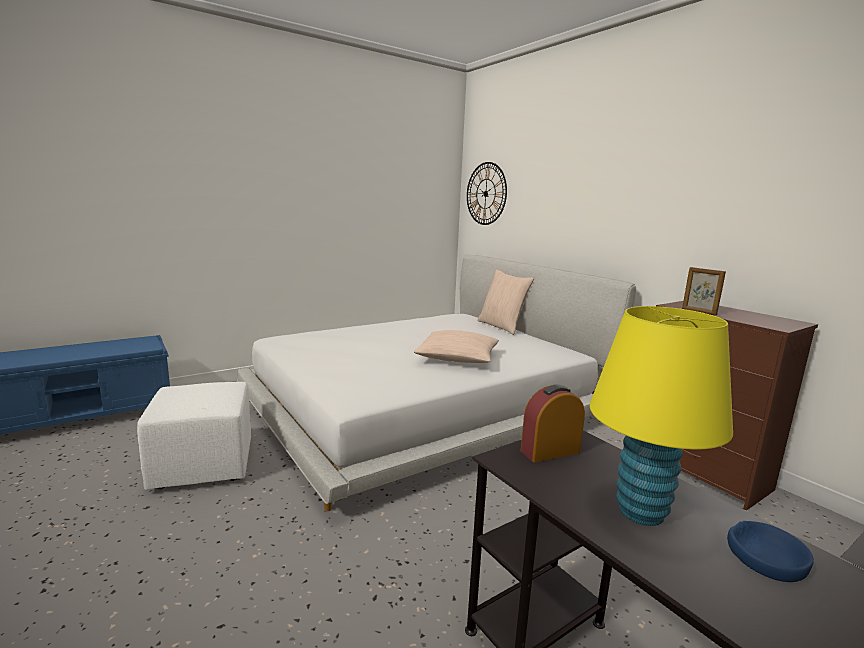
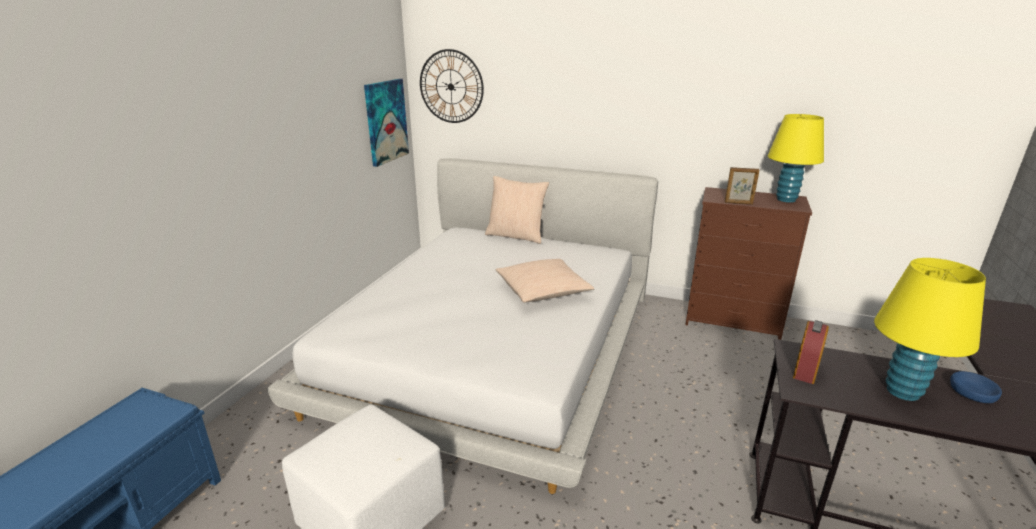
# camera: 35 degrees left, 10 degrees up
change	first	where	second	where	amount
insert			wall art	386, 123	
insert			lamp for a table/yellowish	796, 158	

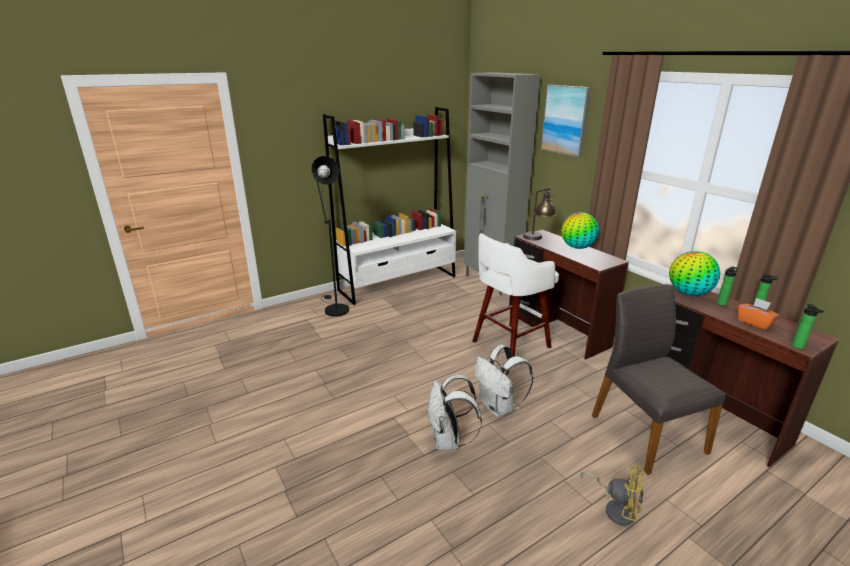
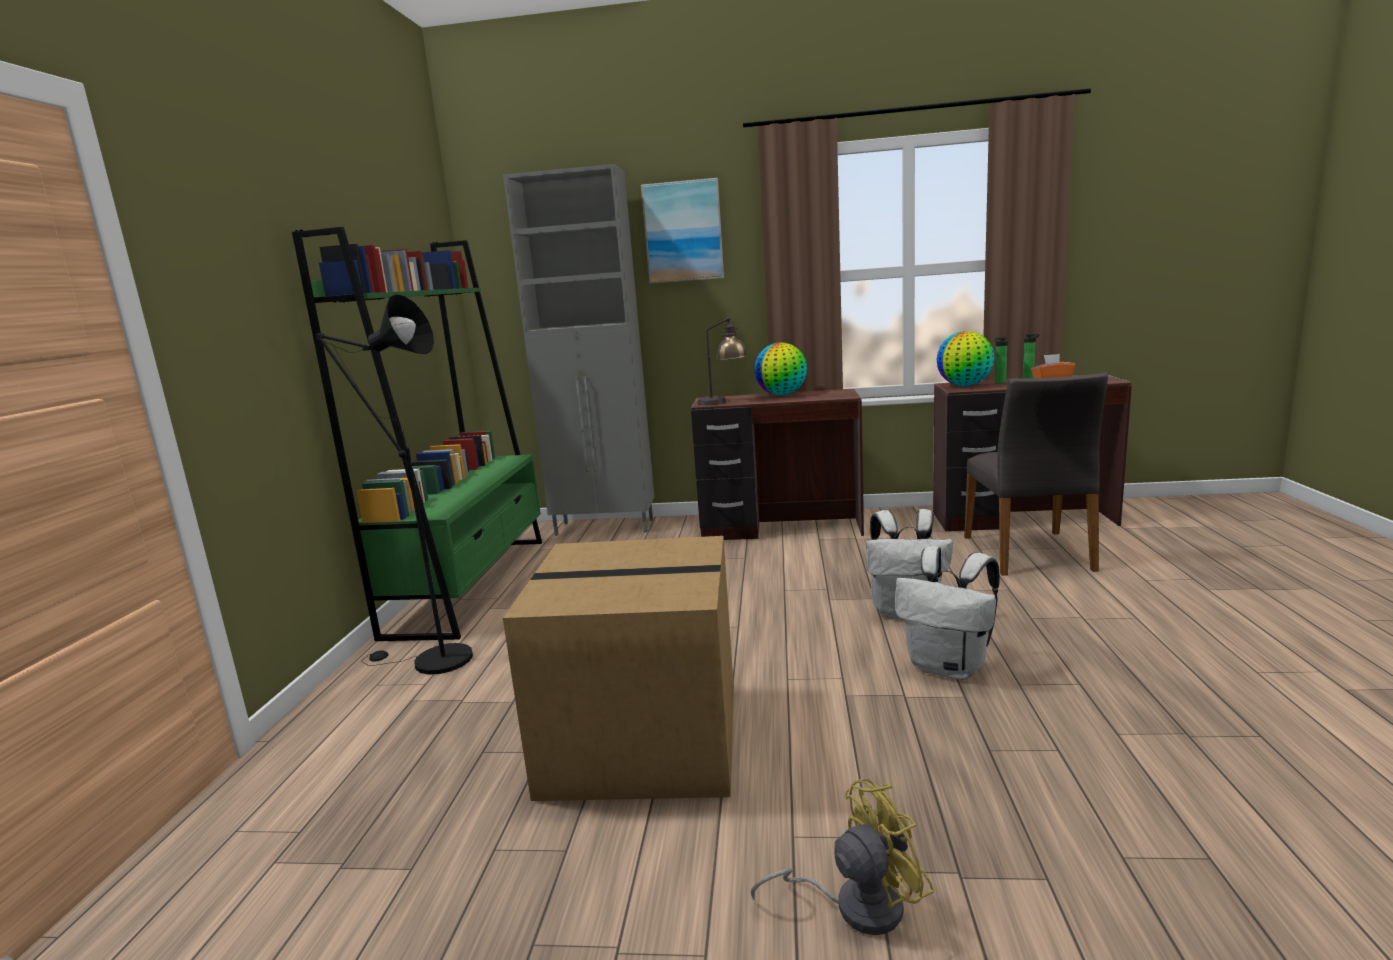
# camera: 50 degrees left, 10 degrees down
change	first	where	second	where	amount
recolor	bookcase/white	389, 206	bookcase/green	417, 434	
delete	sitting stool/white	515, 295			
rotate	upright chair/gray	659, 379		1036, 474	105 degrees counterclockwise
delete	beverage bottle	808, 326			
move	fan/yellowish	612, 495		843, 857	
insert			packing box	618, 668	

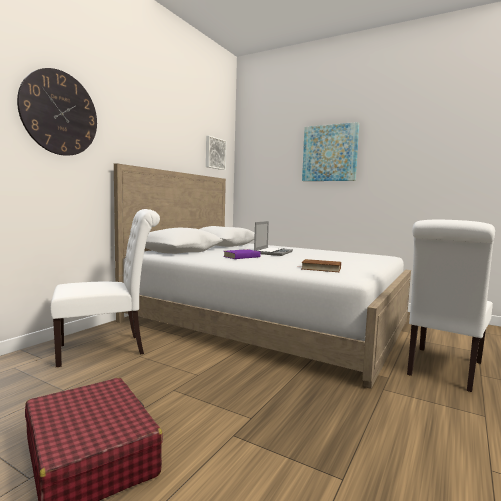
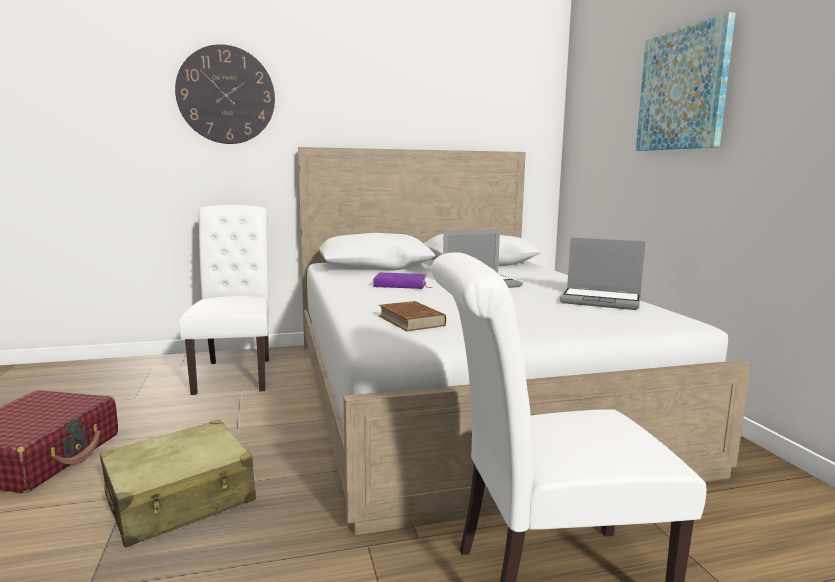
# camera: 45 degrees right, 5 degrees up
change	first	where	second	where	amount
delete	wall art	216, 153			
rotate	upright chair/white	105, 288		224, 300	120 degrees counterclockwise
insert			portable computer	603, 273	
insert			piece of luggage/sand-coloured	178, 484	

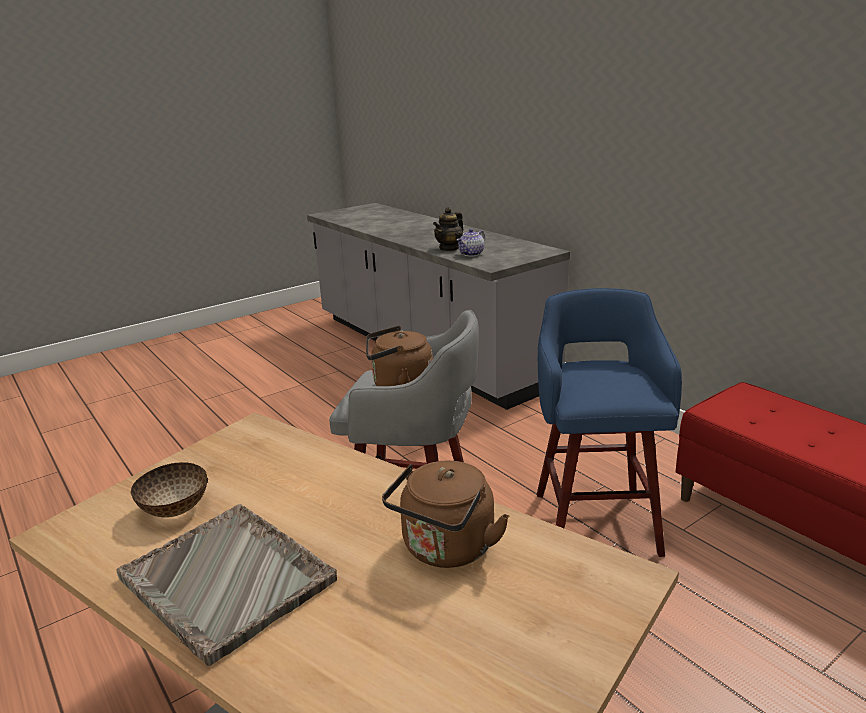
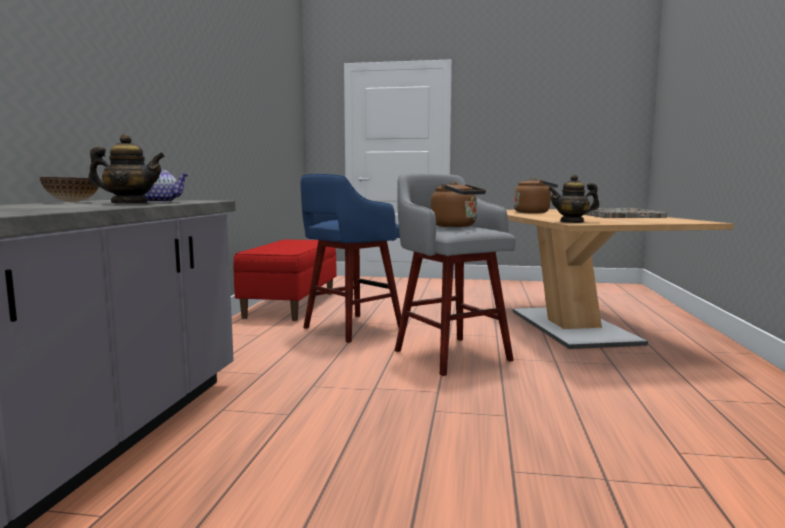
# camera: 135 degrees left, 15 degrees down
change	first	where	second	where	amount
move	deep dish	169, 490		70, 189	
insert			pot for tea	574, 198	

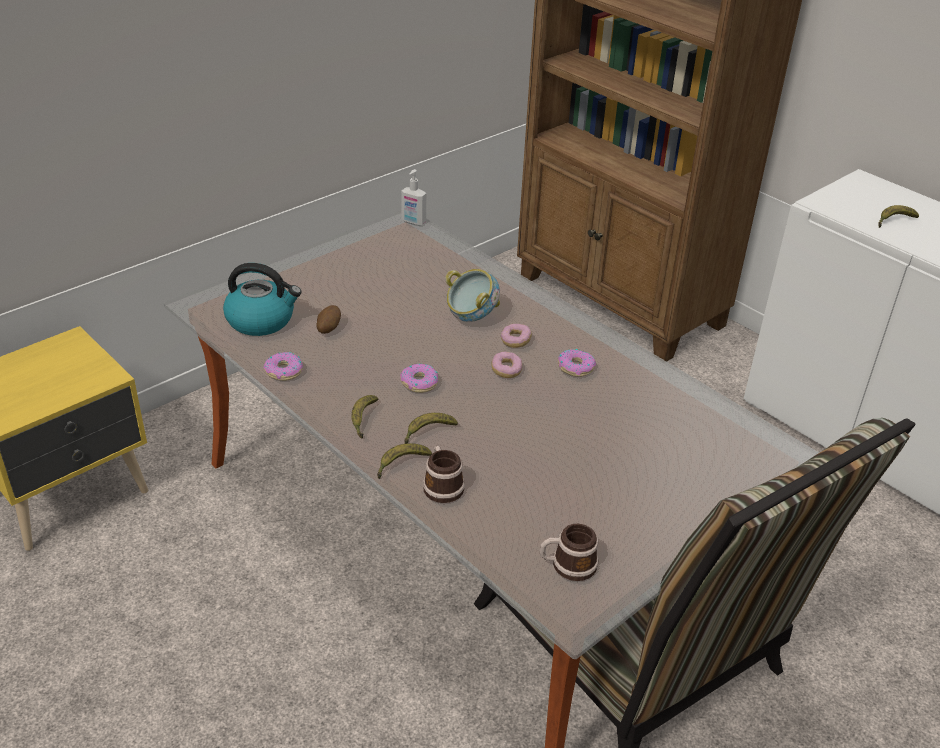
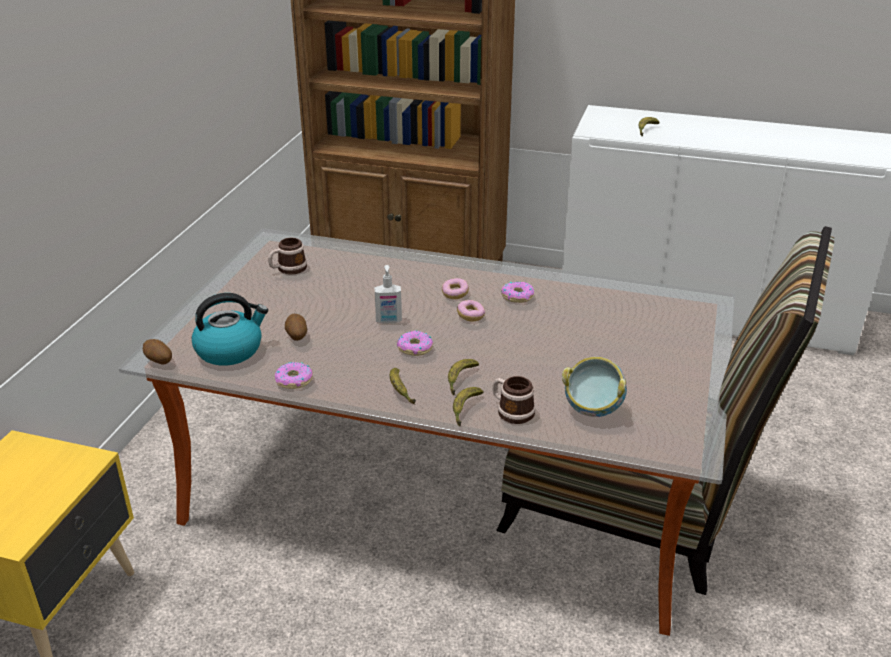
# camera: 30 degrees left, 5 degrees down
change	first	where	second	where	amount
move	soap bottle	413, 197		388, 294	
move	deep dish	472, 295		594, 387	
move	coffee mug	568, 552		287, 256	
insert			potato	157, 352	

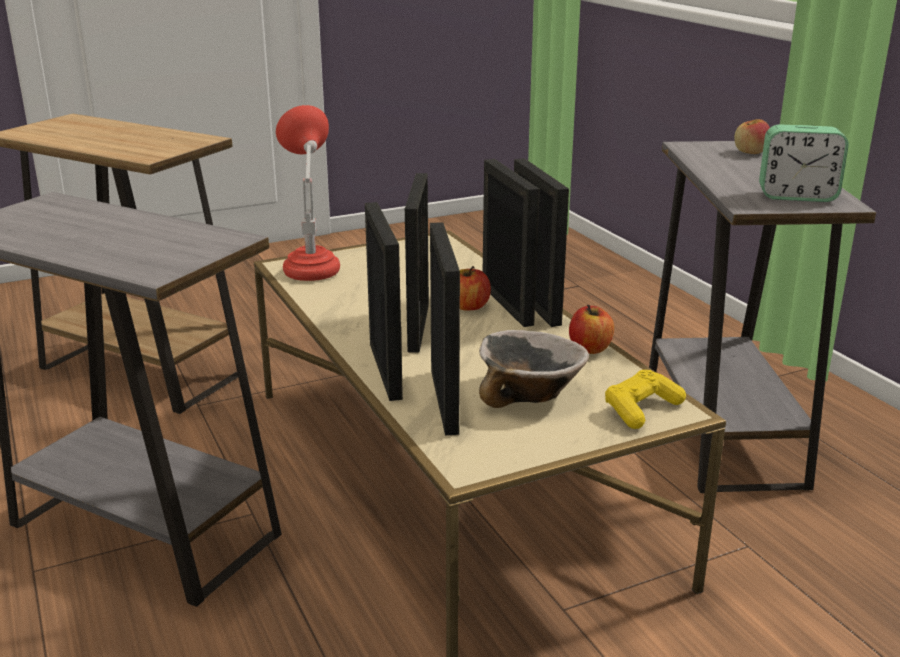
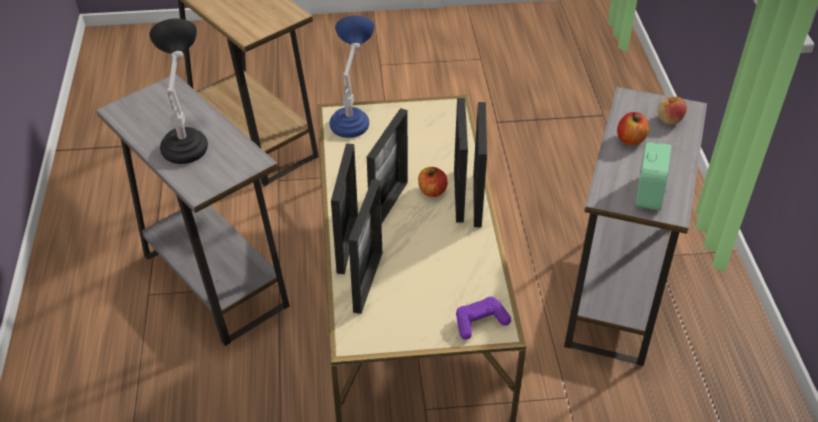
# camera: 20 degrees right, 20 degrees up
change	first	where	second	where	amount
recolor	lamp for a table/reddish	308, 193	lamp for a table/blue	352, 77	
rotate	alarm clock	804, 163		653, 176	105 degrees counterclockwise
move	apple fruit	591, 329		633, 129	
delete	deep dish	534, 369			
recolor	gamepad/yellowish	645, 399	gamepad/purple	483, 318	
insert			lamp for a table/black-coloured	178, 91	

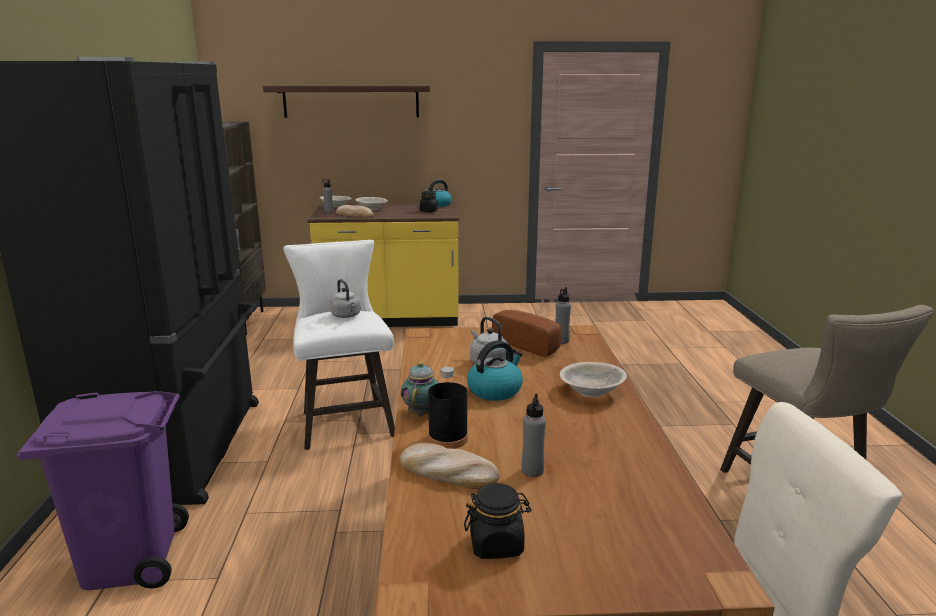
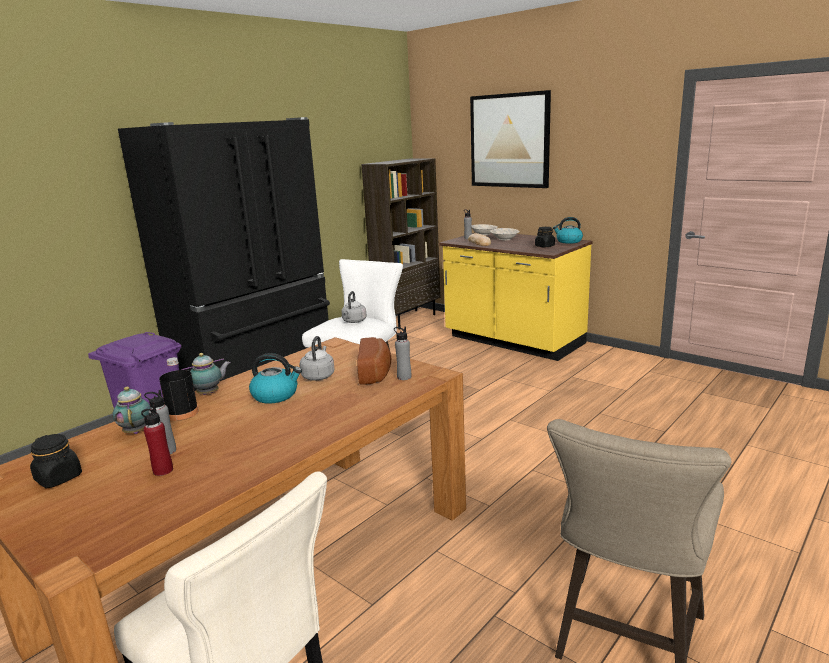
# camera: 45 degrees right, 0 degrees up
change	first	where	second	where	amount
replace	bracket shelf	346, 101	wall art	510, 139	
delete	deep dish/sand-coloured	593, 379			
replace	baked bread	449, 466	pot for tea	131, 410	
insert			beverage bottle/reddish	157, 440	

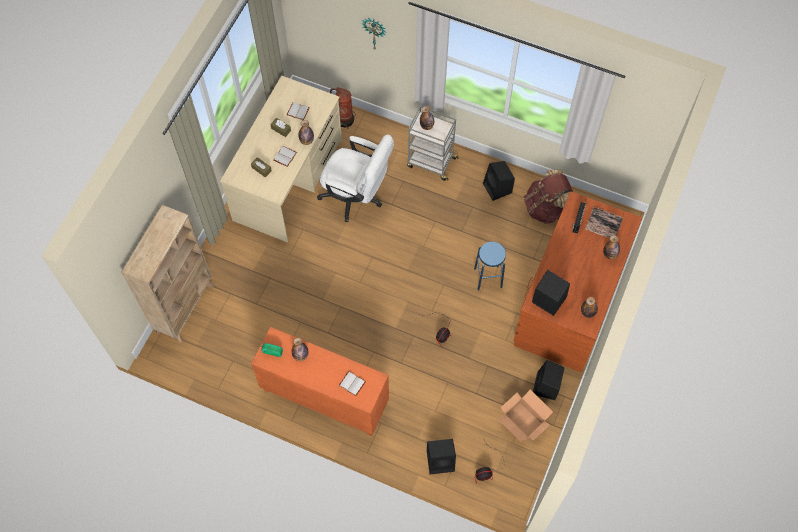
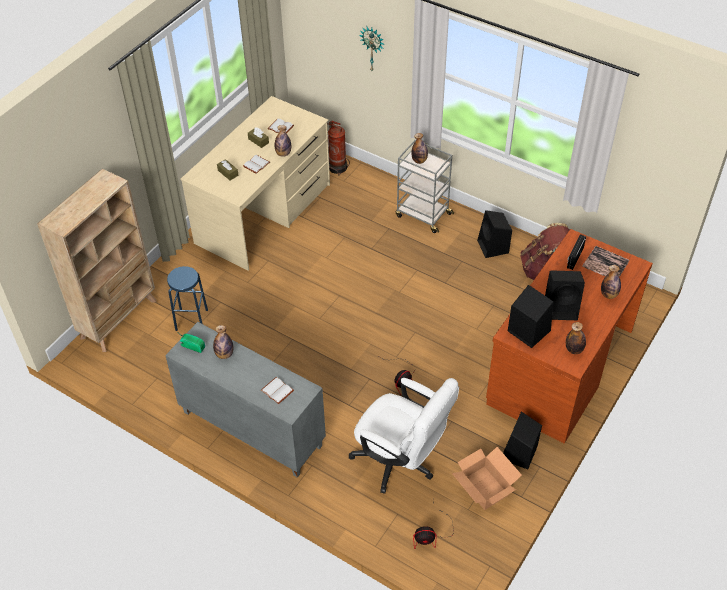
# camera: 10 degrees right, 15 degrees down
change	first	where	second	where	amount
move	office chair/white	355, 178		404, 436	
move	sitting stool/blue	490, 266		187, 298	
recolor	cabinet/orangey	320, 381	cabinet/gray	245, 400	
move	loudspeaker/black-coloured	441, 456		565, 295	

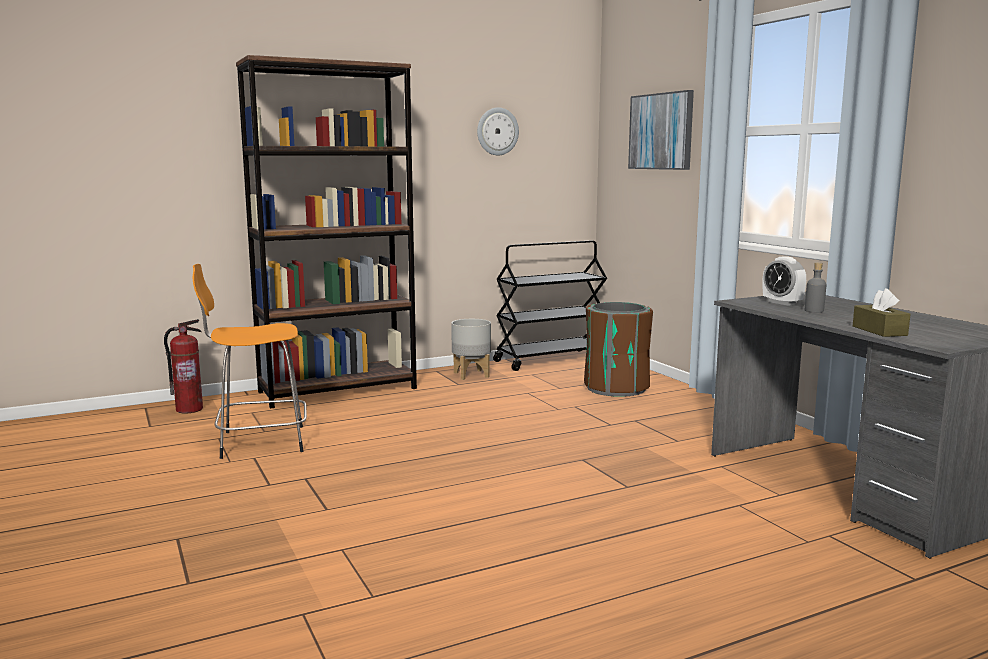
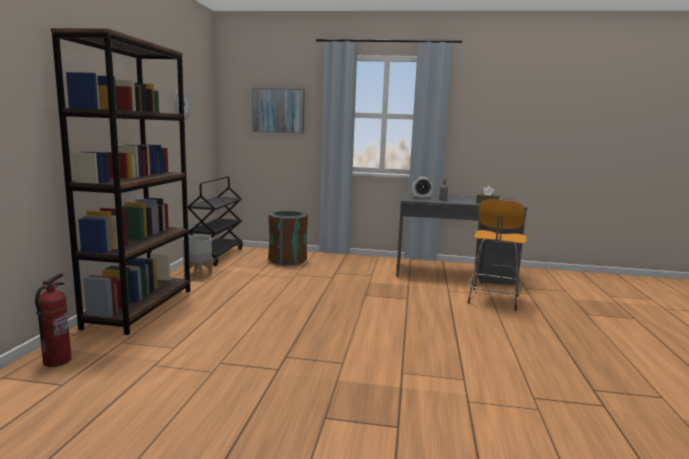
# camera: 55 degrees left, 0 degrees up
change	first	where	second	where	amount
move	sitting stool/orangey	250, 361		497, 255	

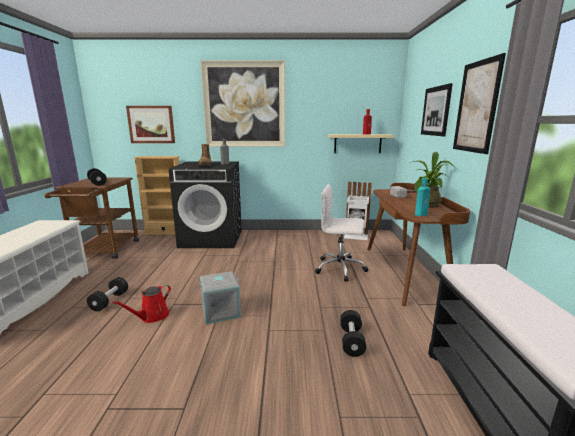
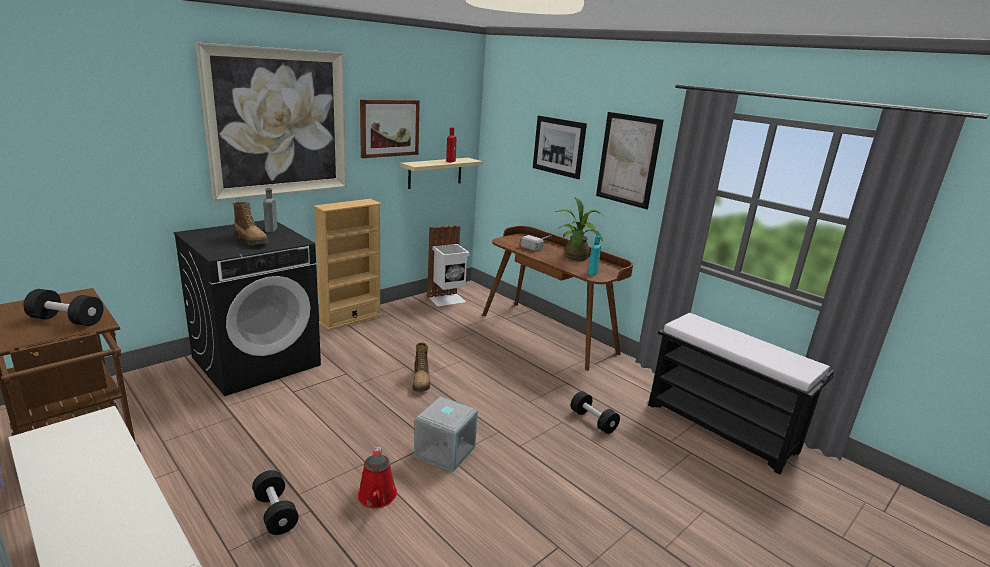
# camera: 45 degrees left, 5 degrees up
change	first	where	second	where	amount
move	wall art	150, 124		390, 129	
move	bookcase/sand-coloured	156, 195		347, 264	
delete	office chair/white	341, 233			
insert			boot	421, 367	

